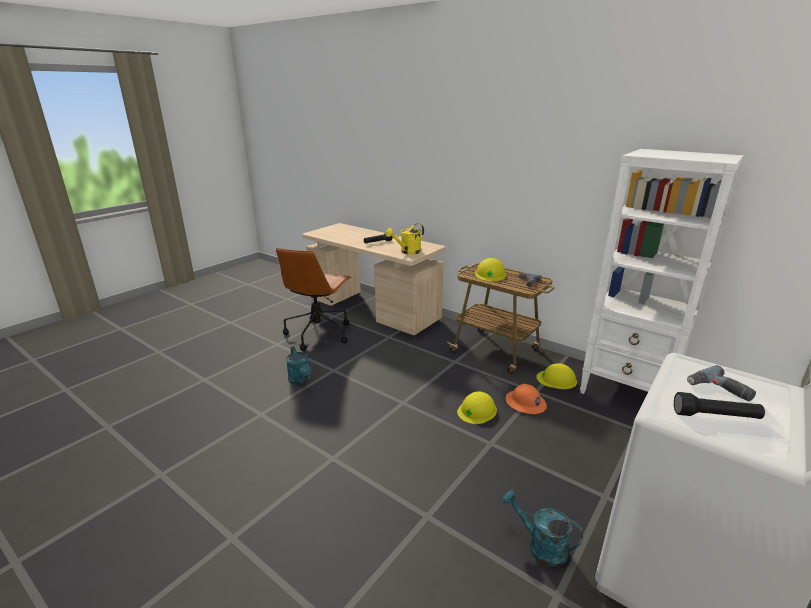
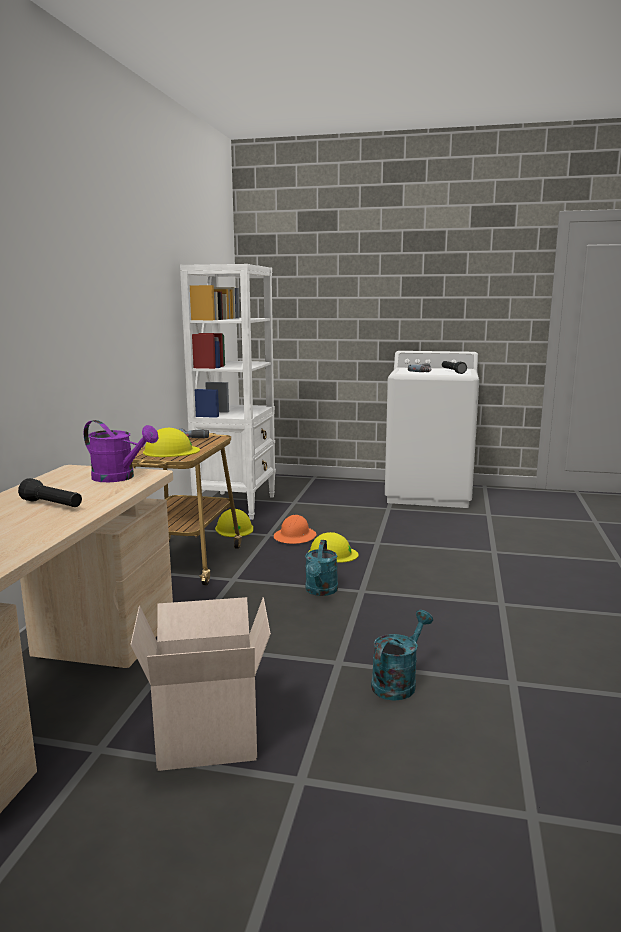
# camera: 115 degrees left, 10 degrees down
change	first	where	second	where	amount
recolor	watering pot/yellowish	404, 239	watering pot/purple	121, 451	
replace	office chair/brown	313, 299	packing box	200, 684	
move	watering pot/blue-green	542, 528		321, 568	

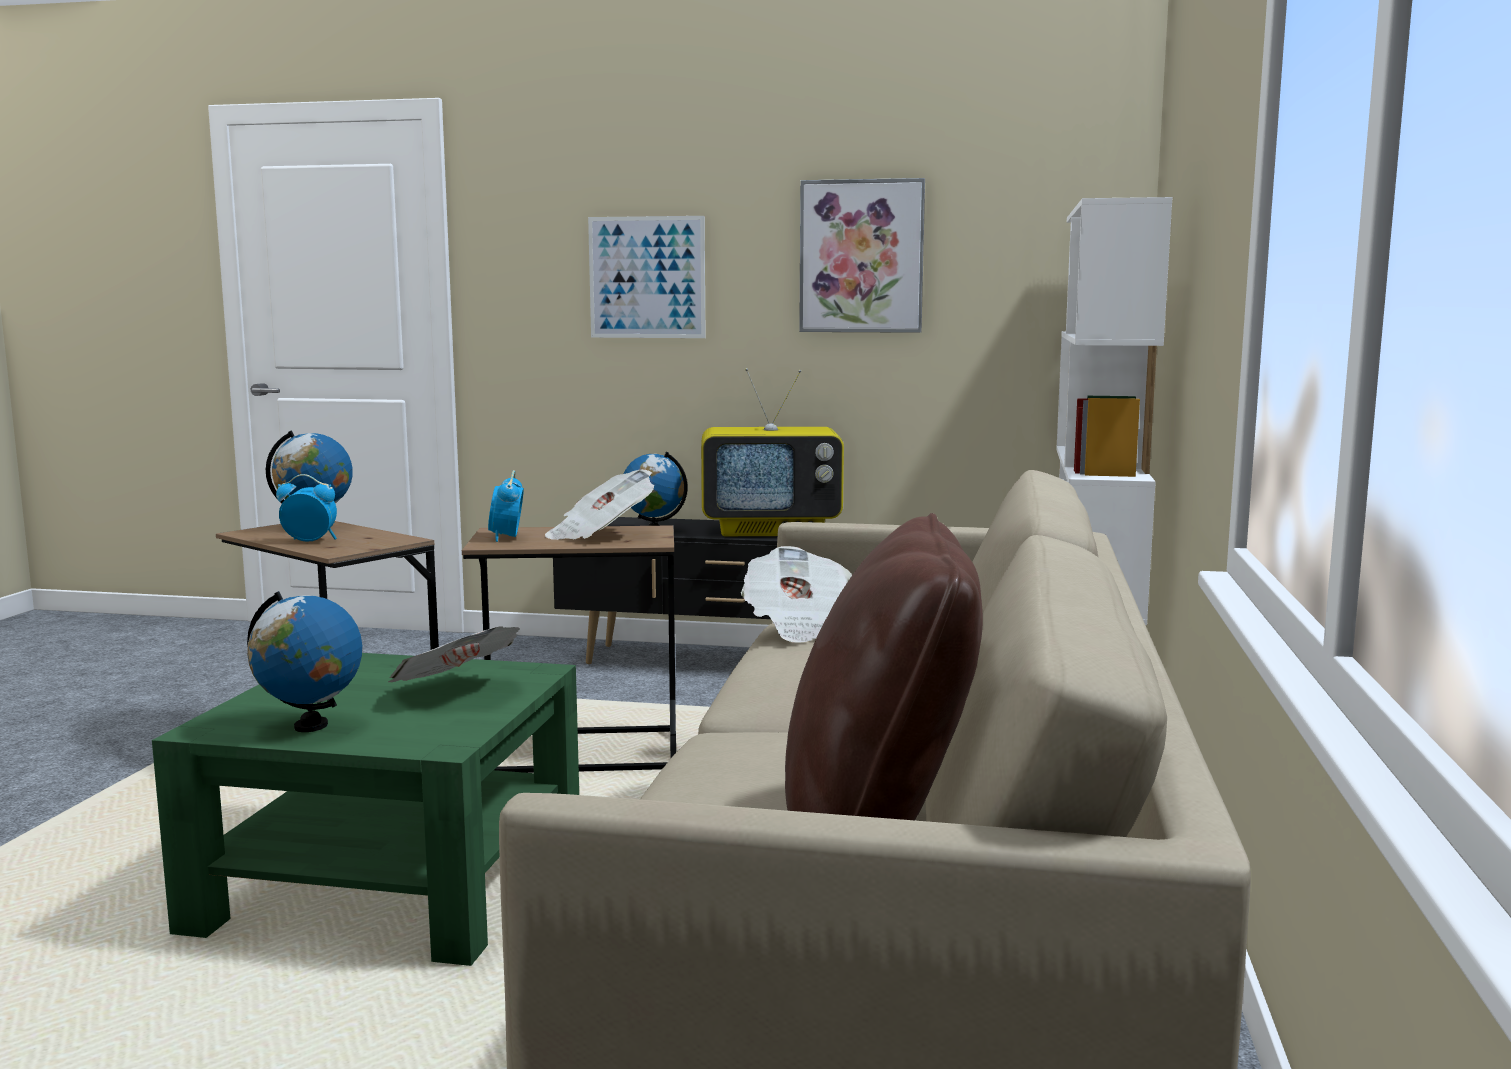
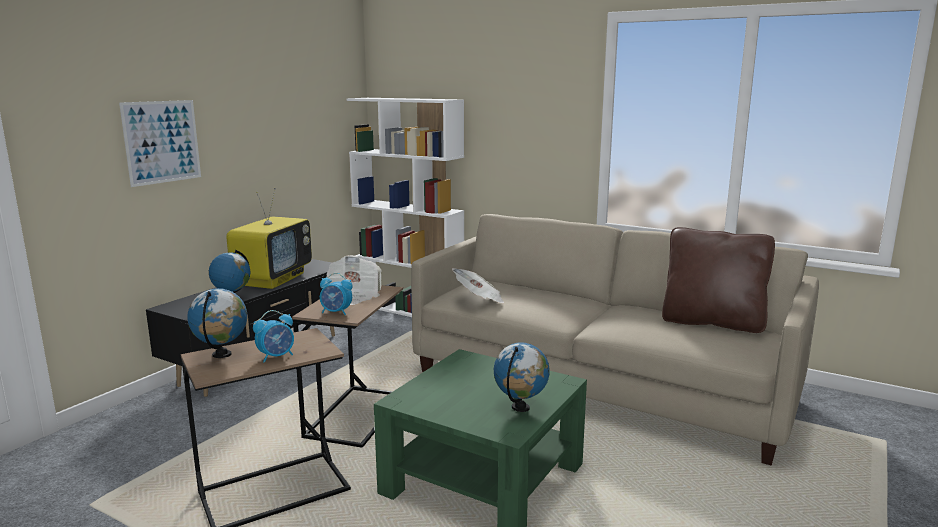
# camera: 70 degrees left, 5 degrees up
change	first	where	second	where	amount
delete	wall art	862, 255			
rotate	alarm clock	306, 508		273, 336	150 degrees counterclockwise
delete	newspaper	454, 654			

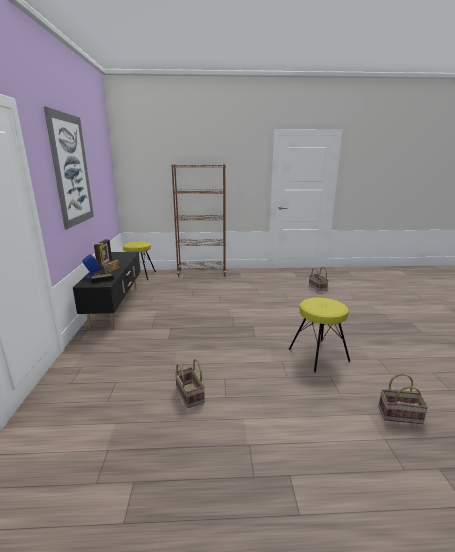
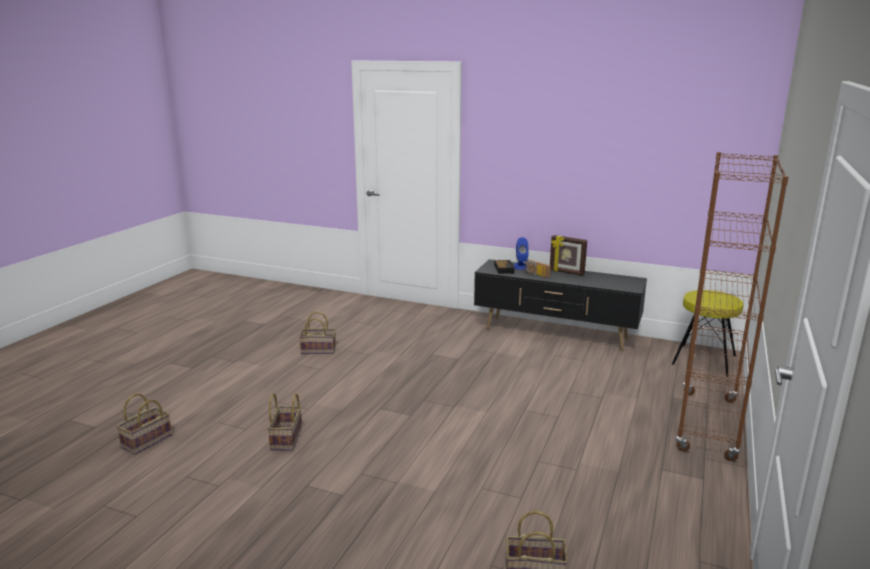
# camera: 115 degrees right, 0 degrees up
change	first	where	second	where	amount
delete	wall art	69, 168			
replace	sitting stool/yellowish	319, 335	storage basket	284, 422	

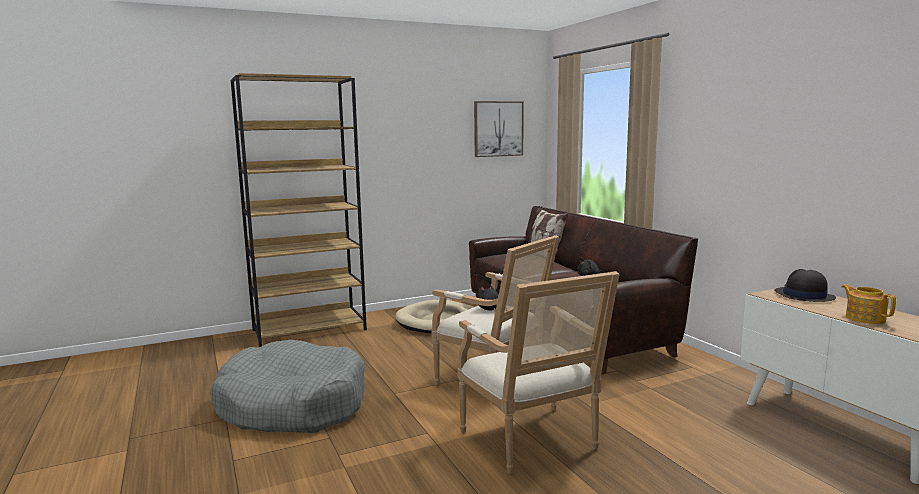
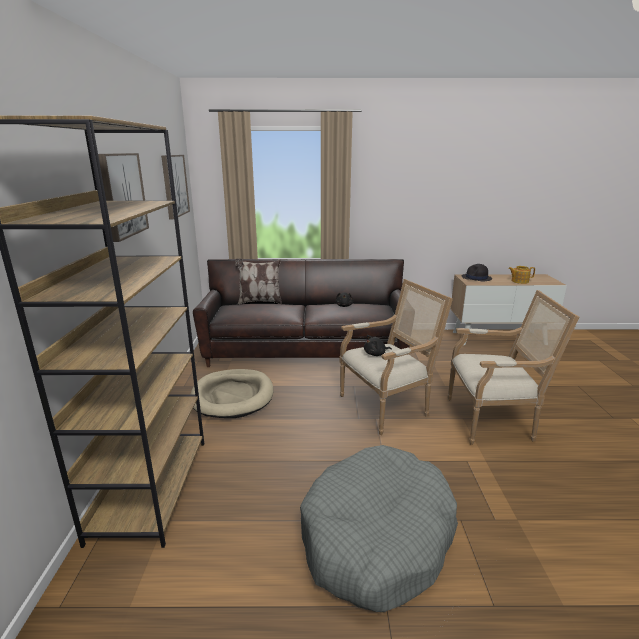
# camera: 65 degrees left, 10 degrees up
change	first	where	second	where	amount
insert			wall art	123, 197	

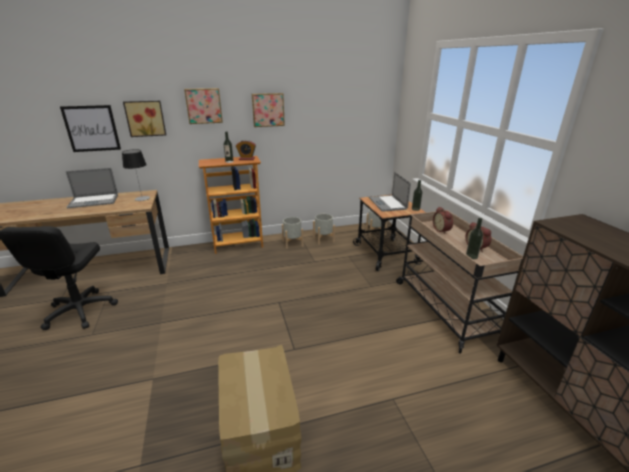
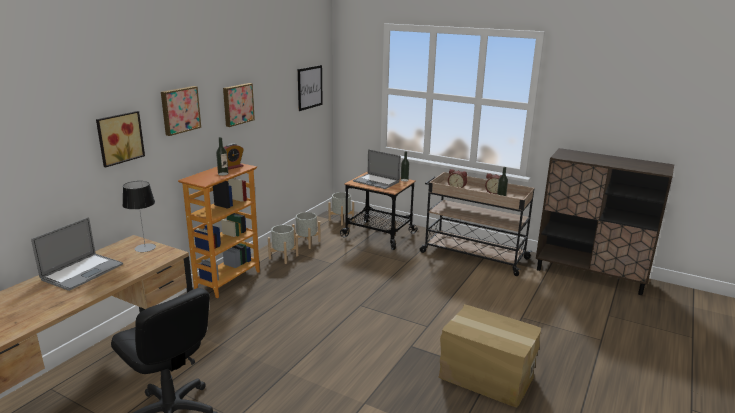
# camera: 45 degrees left, 5 degrees down
change	first	where	second	where	amount
move	wall art	90, 128		310, 88	

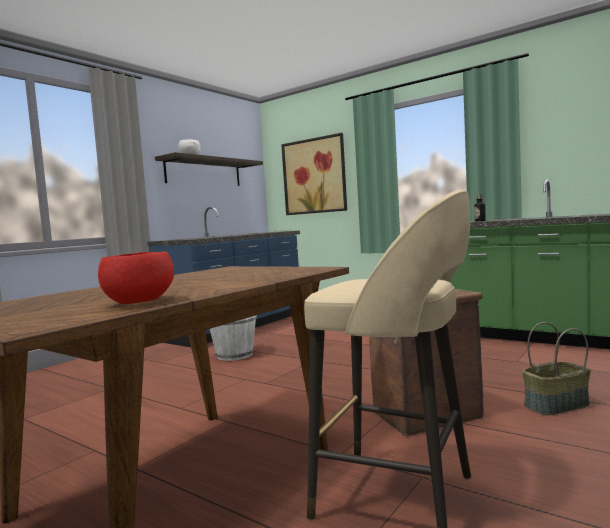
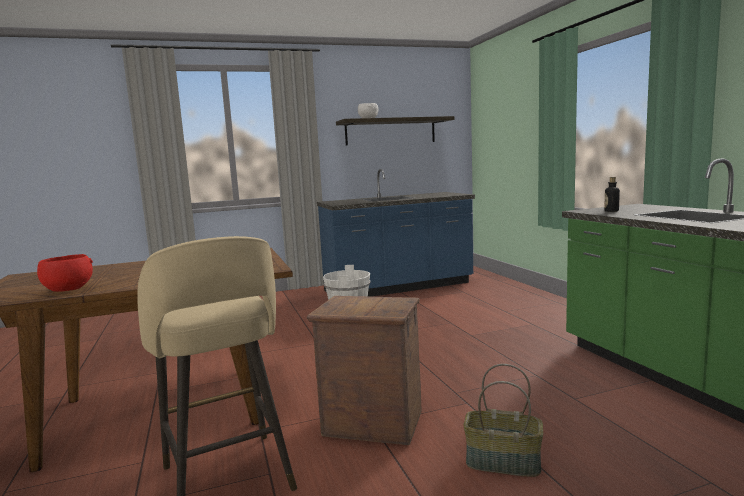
# camera: 35 degrees right, 5 degrees up
change	first	where	second	where	amount
delete	wall art	314, 174			

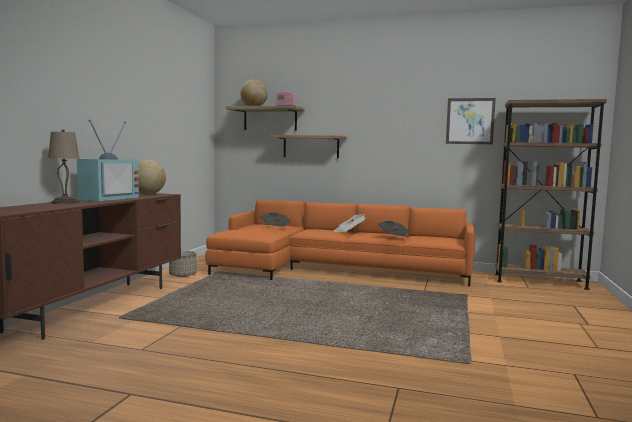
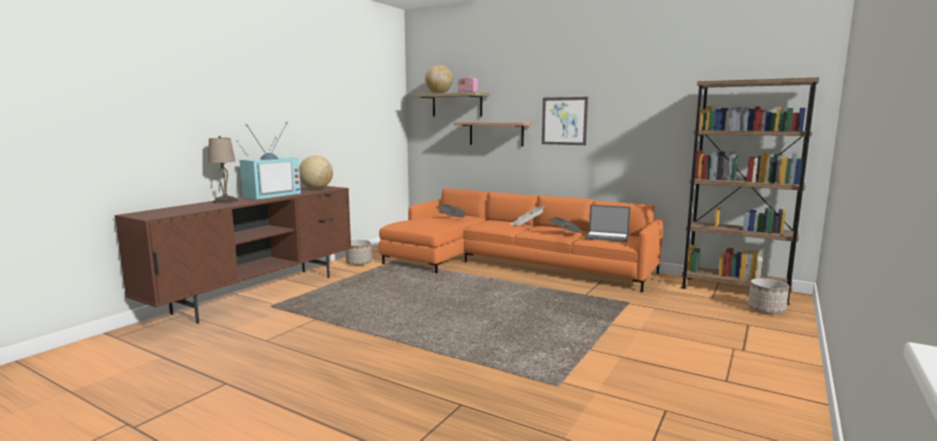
# camera: 15 degrees right, 5 degrees up
change	first	where	second	where	amount
move	wall art	471, 121		565, 121	
insert			portable computer	607, 223	
insert			flower pot	768, 296	

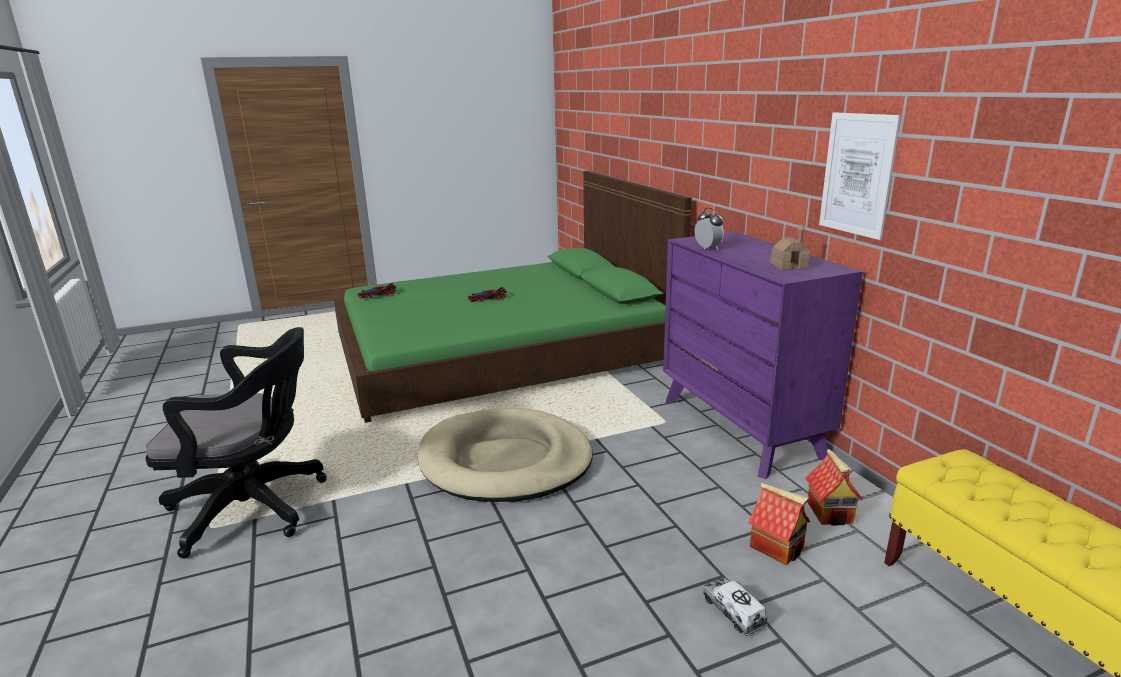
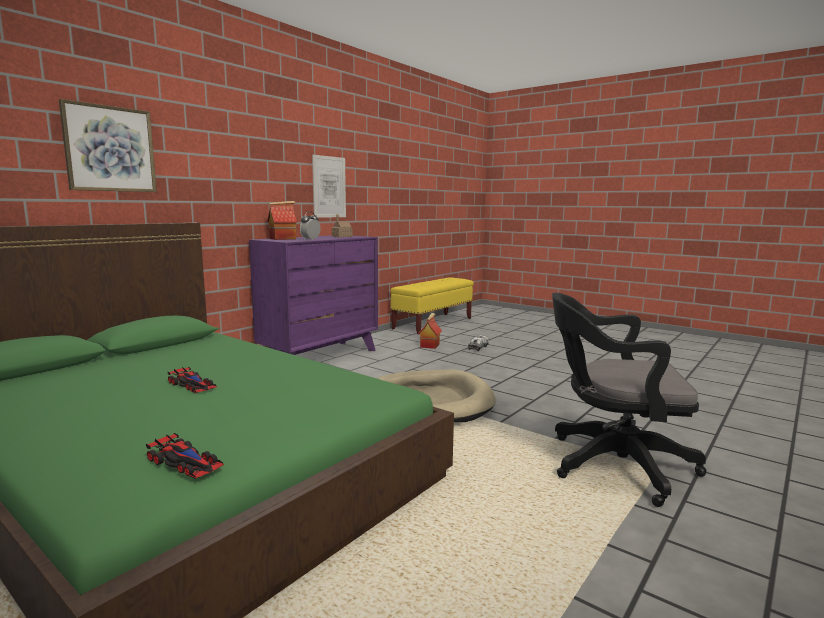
# camera: 120 degrees left, 10 degrees down
change	first	where	second	where	amount
rotate	office chair/black-coloured	236, 442		629, 400	45 degrees counterclockwise
move	miniature house	834, 487		282, 220	
insert			wall art	108, 145	

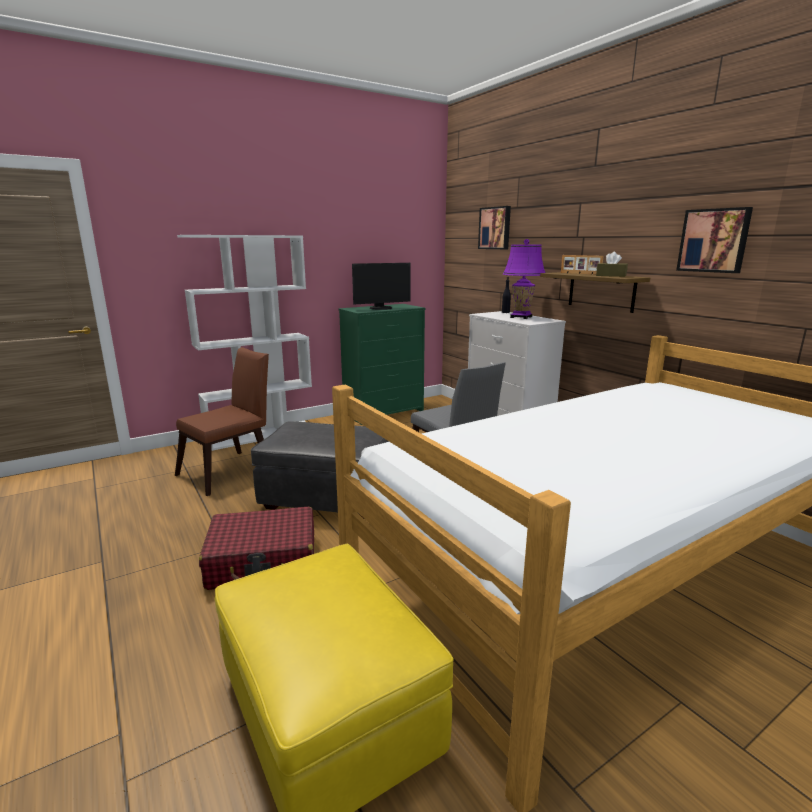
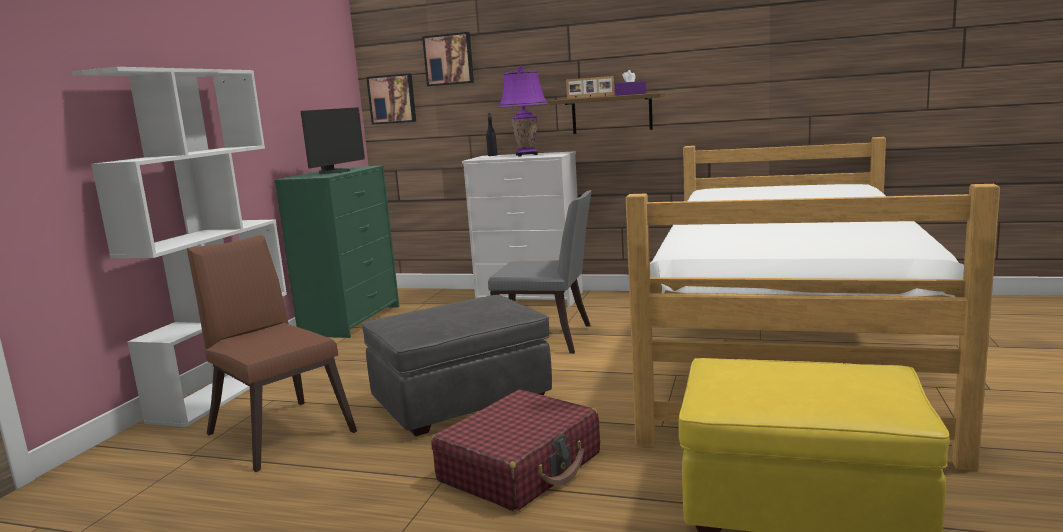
# camera: 40 degrees left, 5 degrees down
change	first	where	second	where	amount
move	wall art	714, 240		391, 99	
recolor	tissue holder/brown	612, 264	tissue holder/purple	630, 83	
rotate	upright chair/brown	222, 421		272, 353	45 degrees counterclockwise

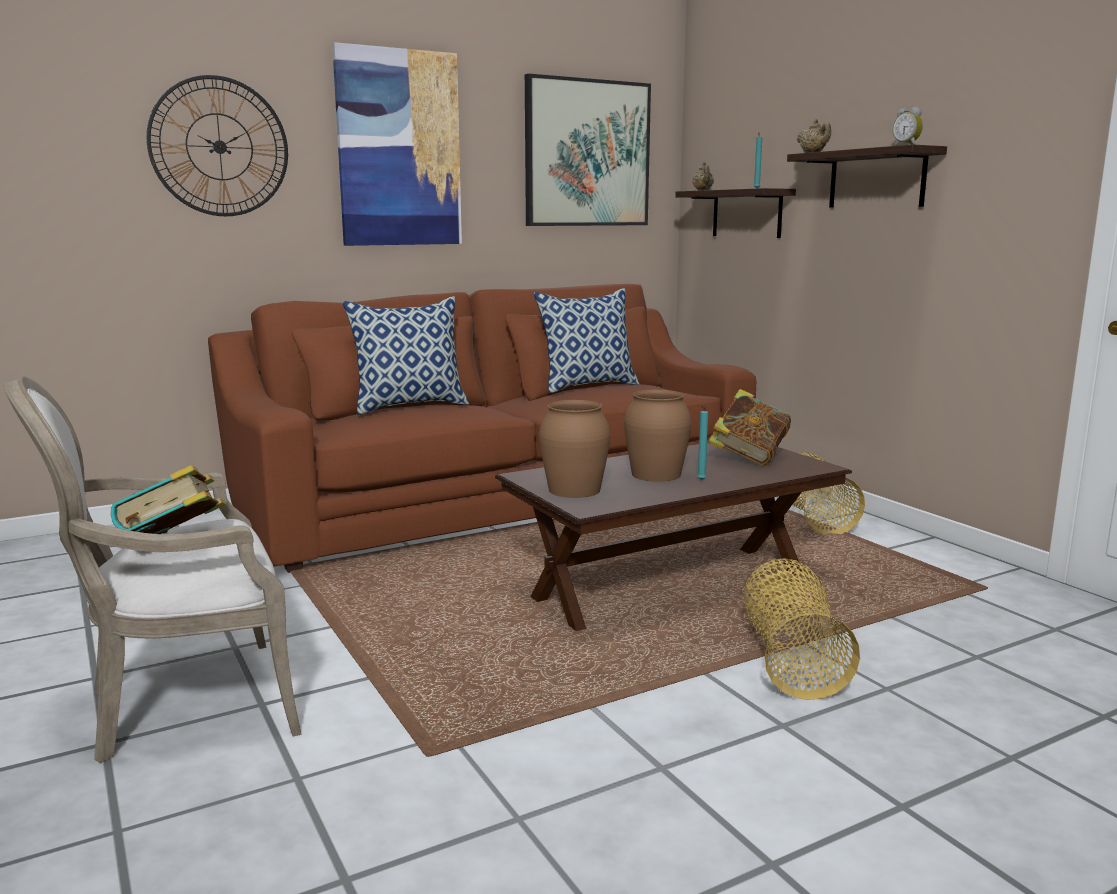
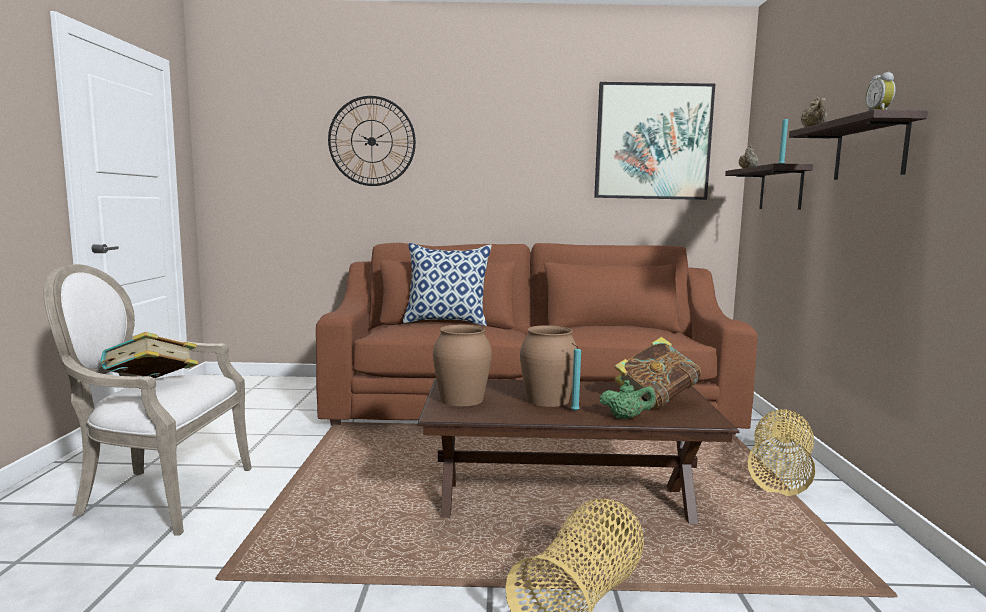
# camera: 30 degrees right, 5 degrees down
change	first	where	second	where	amount
delete	wall art	397, 144			
delete	throw pillow	587, 340			
insert			pot for tea/green	627, 399	

